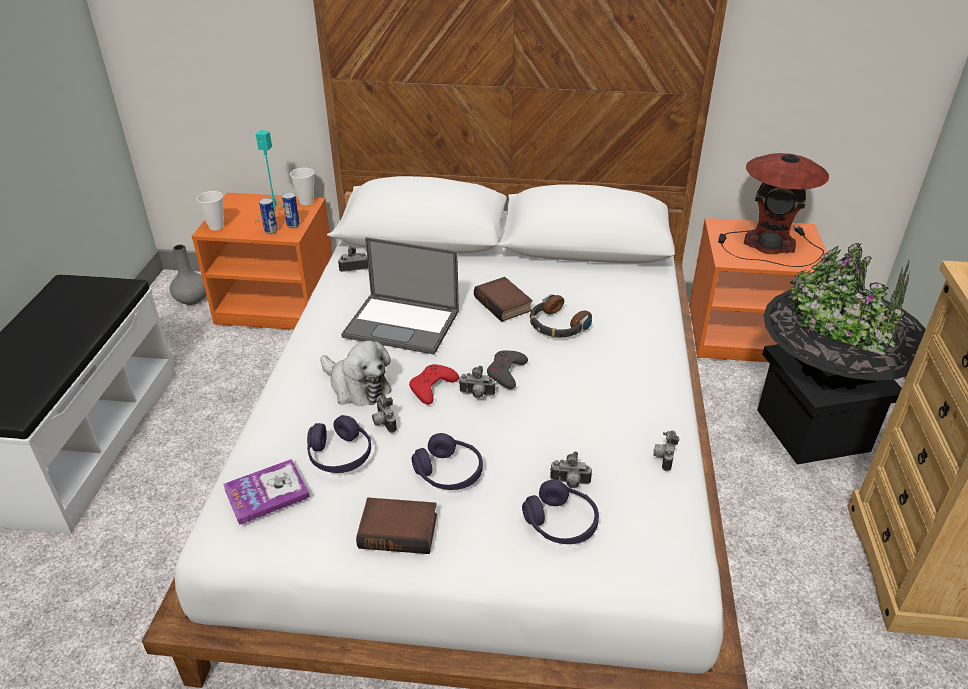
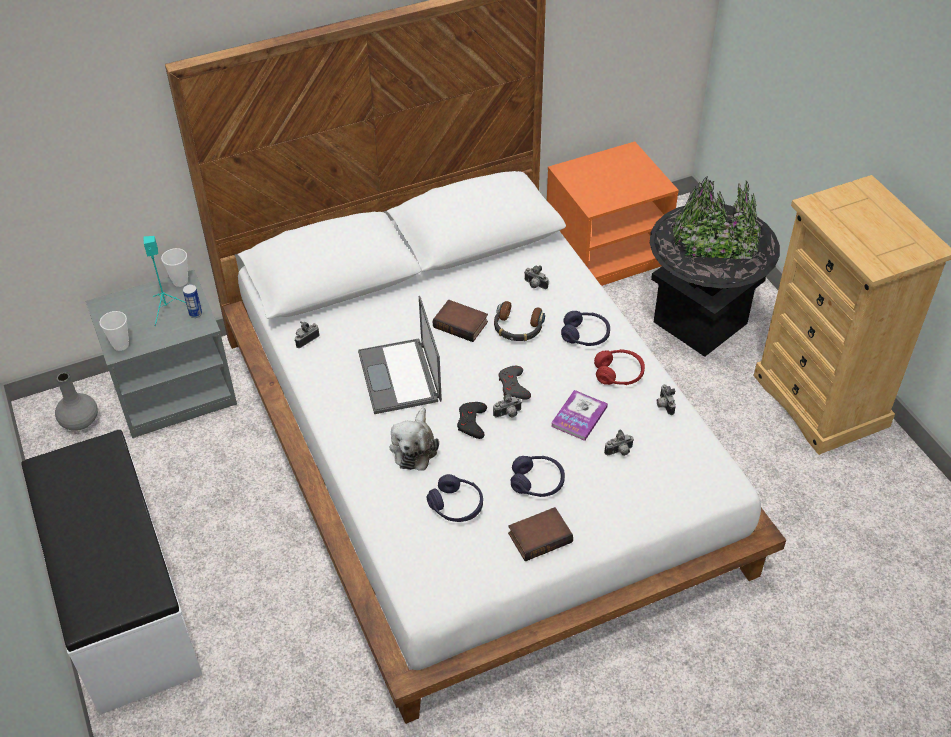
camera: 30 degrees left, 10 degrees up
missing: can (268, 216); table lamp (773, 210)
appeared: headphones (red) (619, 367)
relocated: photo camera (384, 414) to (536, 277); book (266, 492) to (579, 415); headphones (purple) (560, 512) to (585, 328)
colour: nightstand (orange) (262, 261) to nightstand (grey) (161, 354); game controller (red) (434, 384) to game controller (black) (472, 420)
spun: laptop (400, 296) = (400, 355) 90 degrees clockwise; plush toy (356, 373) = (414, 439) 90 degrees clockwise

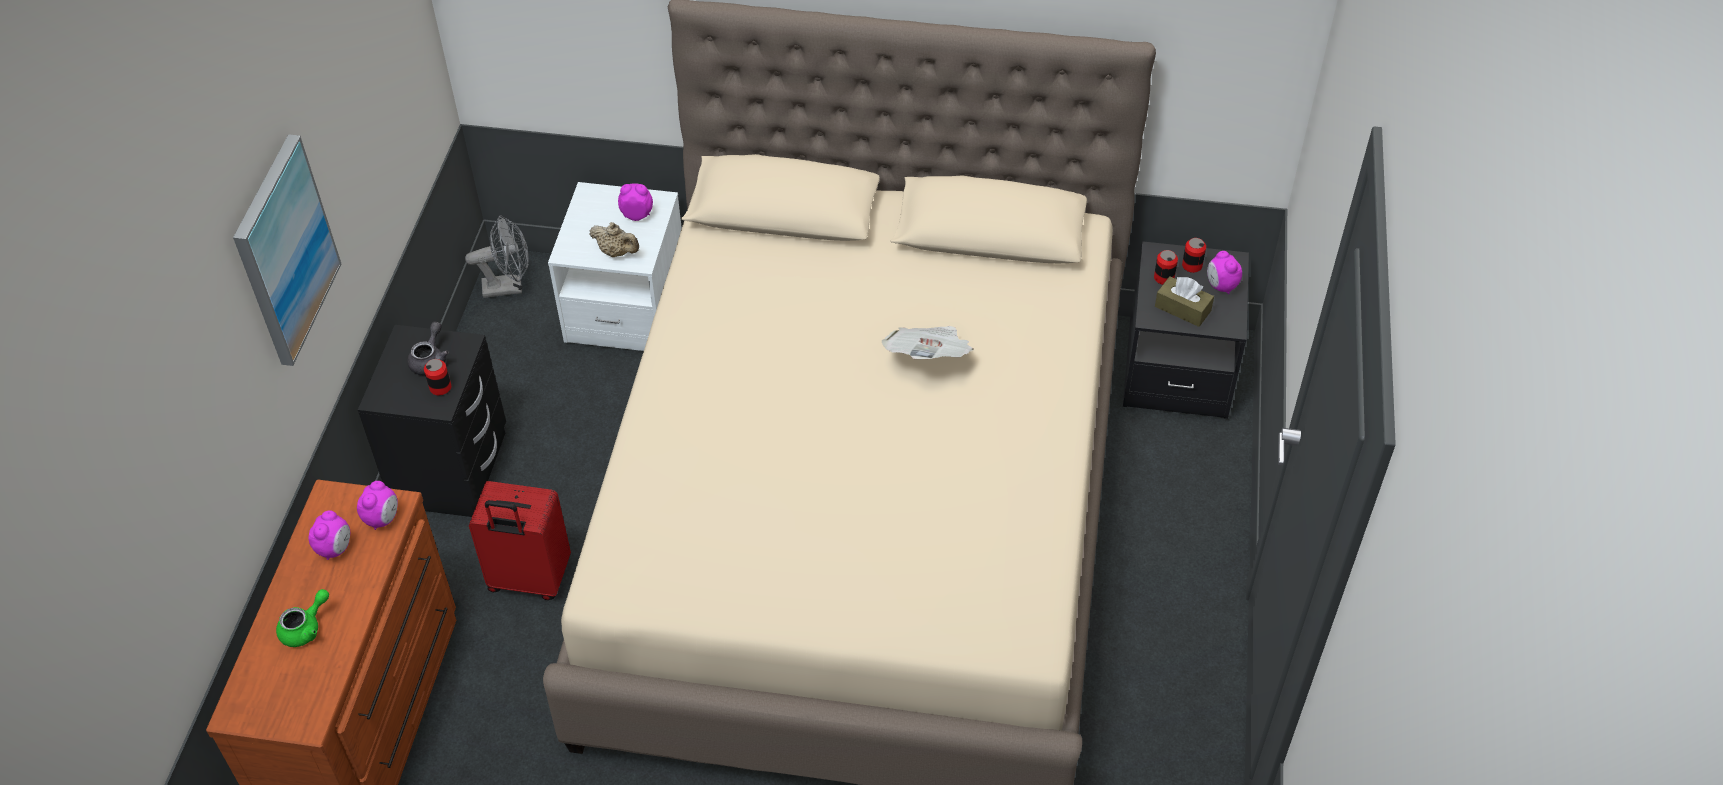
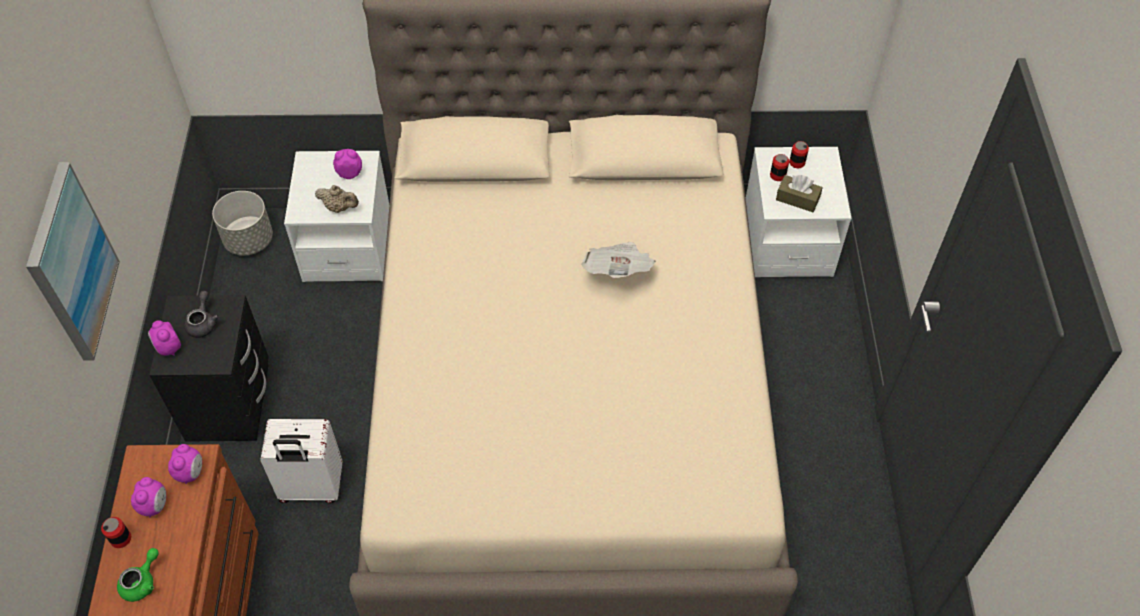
camera: 10 degrees left, 5 degrees up
relocated: can (437, 377) to (116, 532); alarm clock (1224, 272) to (164, 338)
exchanged: fan (grey) (497, 256) to planter (grey) (242, 223)
colour: suitcase (red) (520, 540) to suitcase (white) (301, 461); nightstand (black) (1186, 330) to nightstand (white) (798, 212)

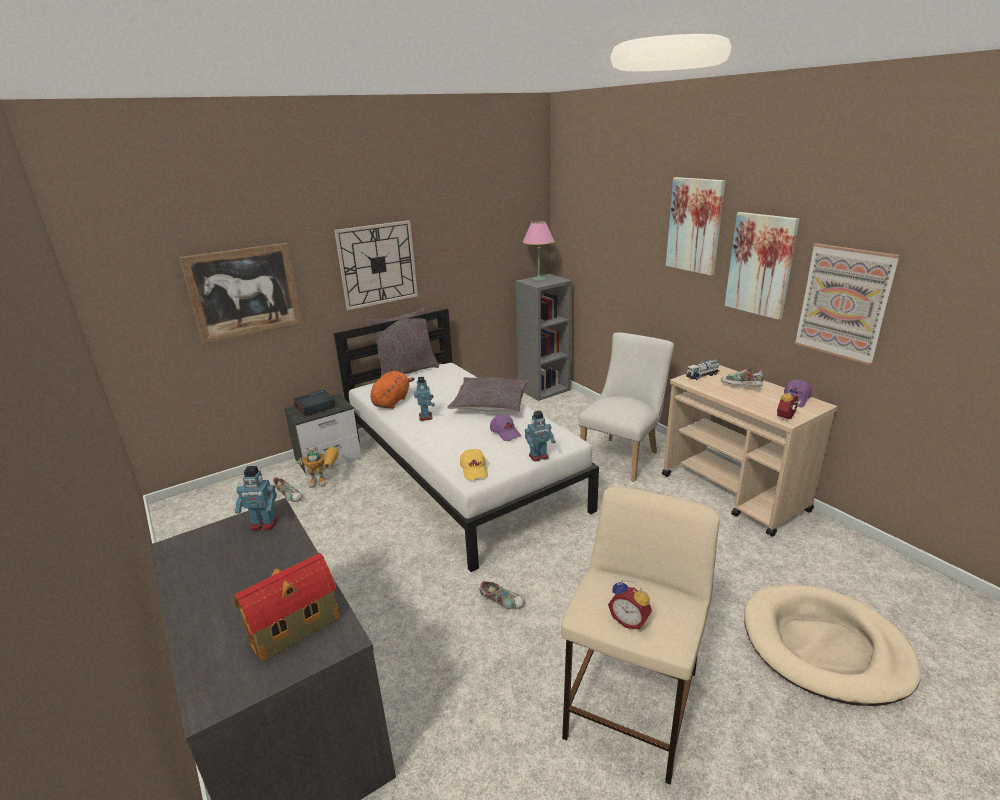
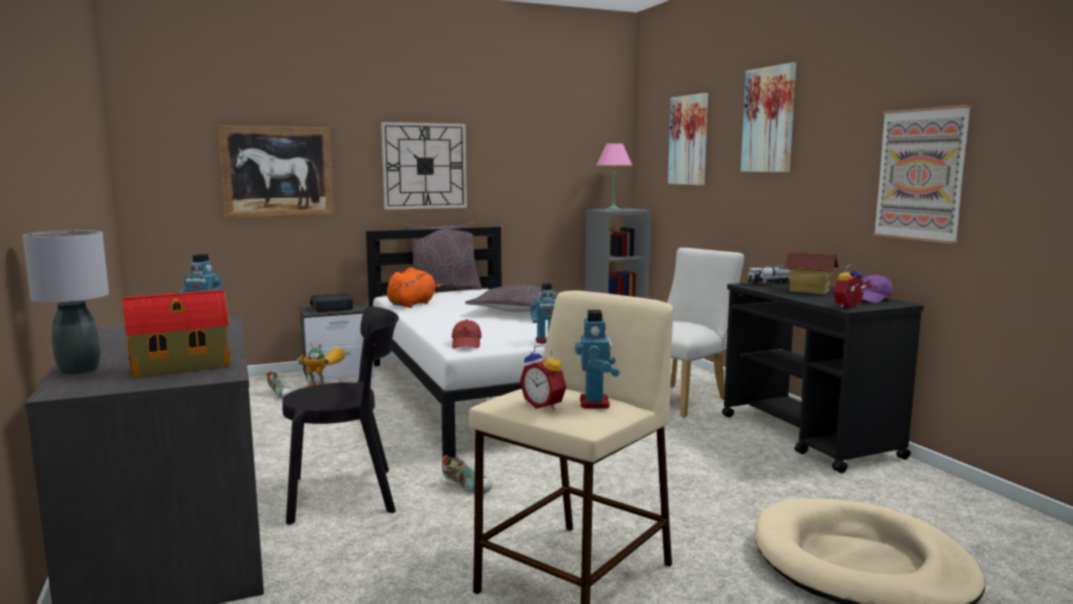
camera: 10 degrees right, 15 degrees down
missing: cap (purple) (505, 427)
appeared: table lamp (grey) (65, 302); chair (black) (340, 415)
relocated: toy robot (424, 399) to (597, 359); picture (762, 266) to (688, 139)
exchanged: shoe (742, 377) to toy house (811, 273)
colour: cap (yellow) (474, 464) to cap (red) (467, 334); cart (beige) (749, 451) to cart (black) (823, 377)

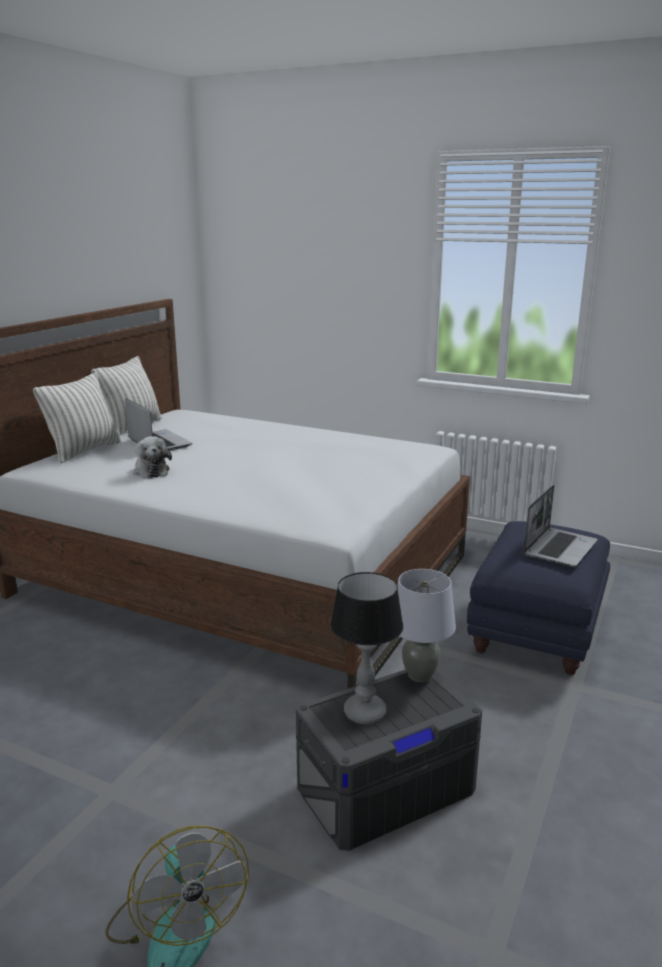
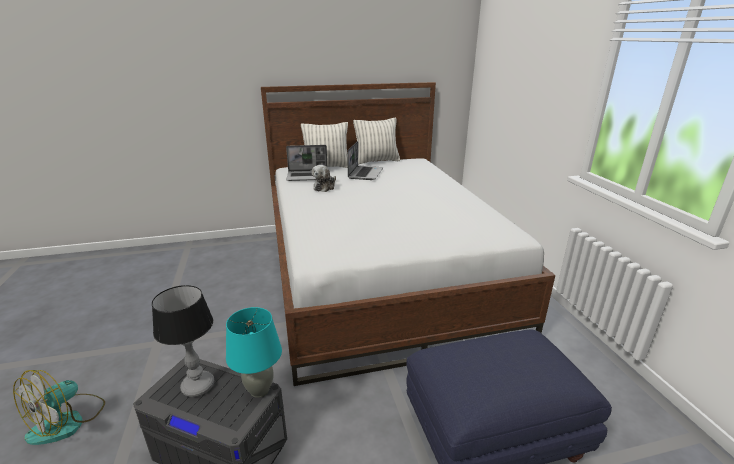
camera: 50 degrees right, 5 degrees up
relocated: laptop (561, 526) to (306, 163)
colour: table lamp (grey) (426, 625) to table lamp (turquoise) (254, 352)

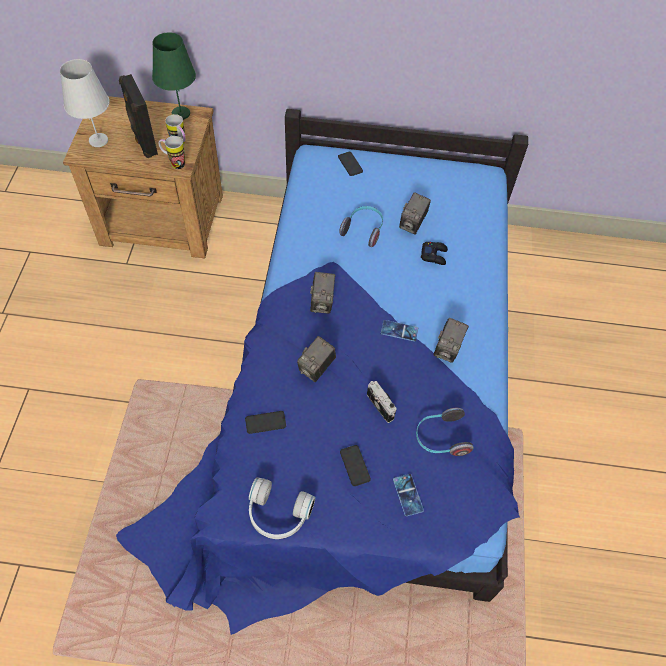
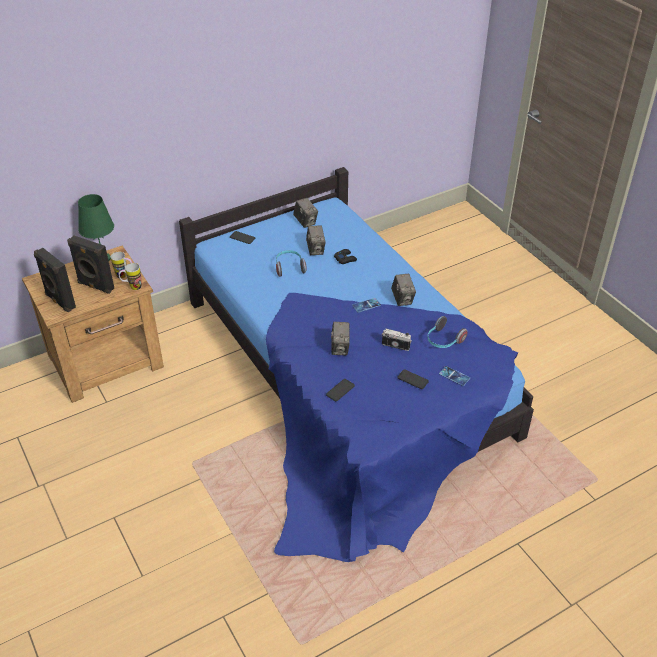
camera: 35 degrees left, 15 degrees down
missing: headphones (white) (282, 508)
relocated: photo camera (322, 293) to (305, 213)
exchanged: table lamp (white) (85, 103) to speaker (black) (55, 280)

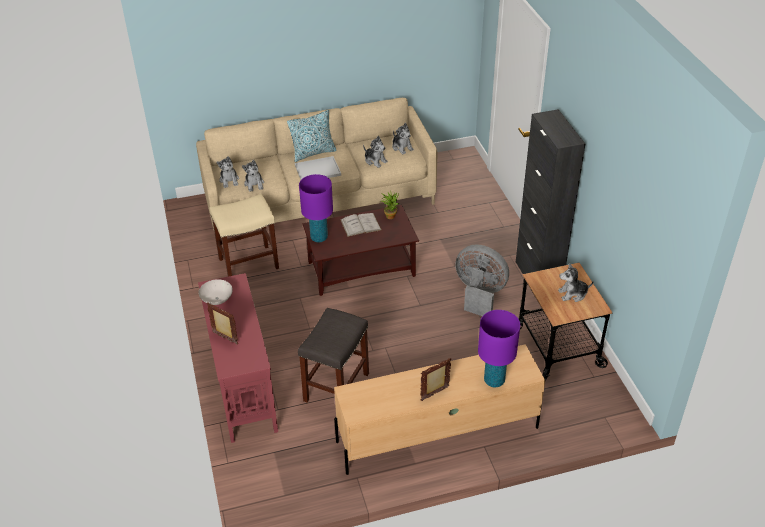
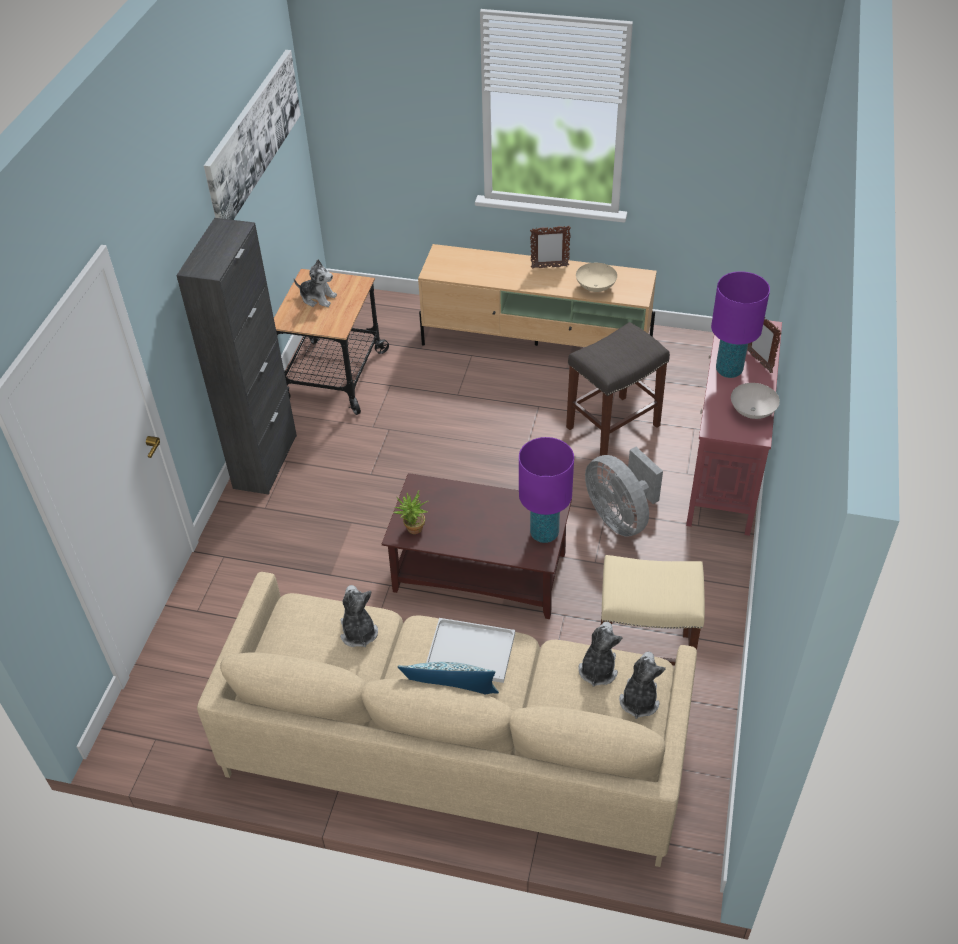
camera: 150 degrees left, 5 degrees up
missing: book (white) (361, 225); plush toy (403, 138)
appeared: picture (252, 135); bowl (beige) (596, 277)
relocated: fan (grey) (482, 280) to (624, 492); table lamp (purple) (499, 348) to (740, 324)

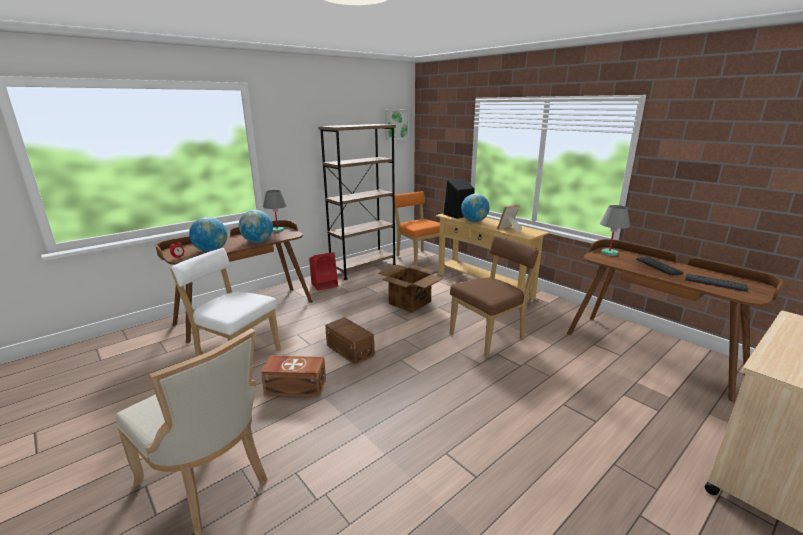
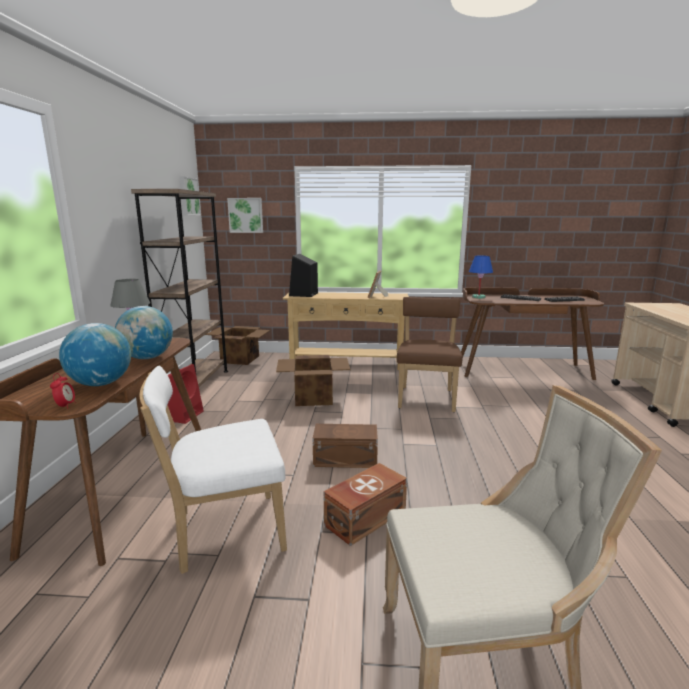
camera: 45 degrees left, 5 degrees down
missing: globe (475, 208)
appeared: picture (245, 215)
exchanged: chair (orange) (417, 228) to cardboard box (237, 345)
colour: table lamp (grey) (615, 230) to table lamp (blue) (481, 277)

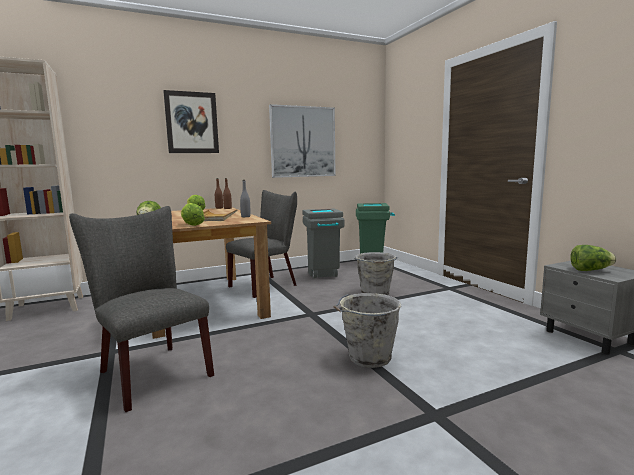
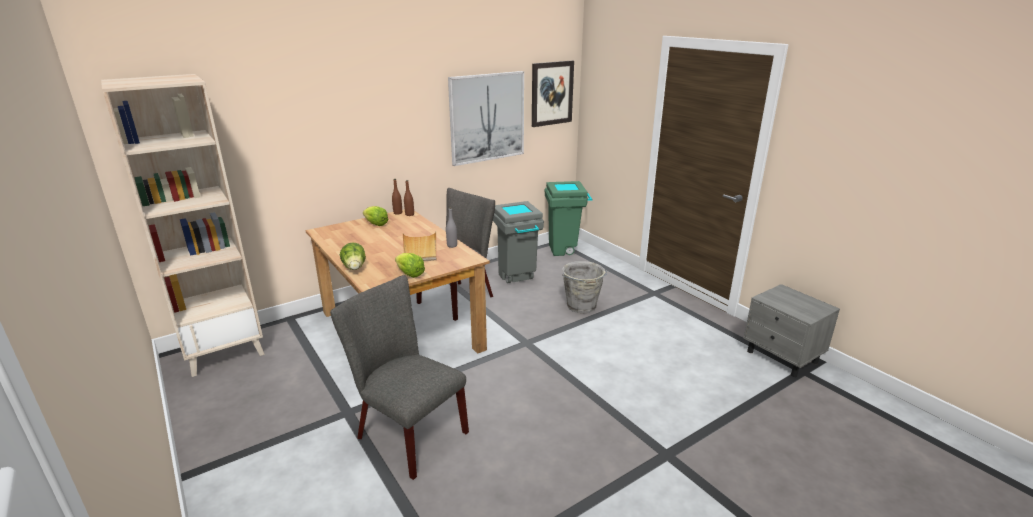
camera: 10 degrees left, 15 degrees up
missing: bucket (grey) (368, 330); lettuce (593, 258)
relocated: picture (191, 121) to (553, 93)

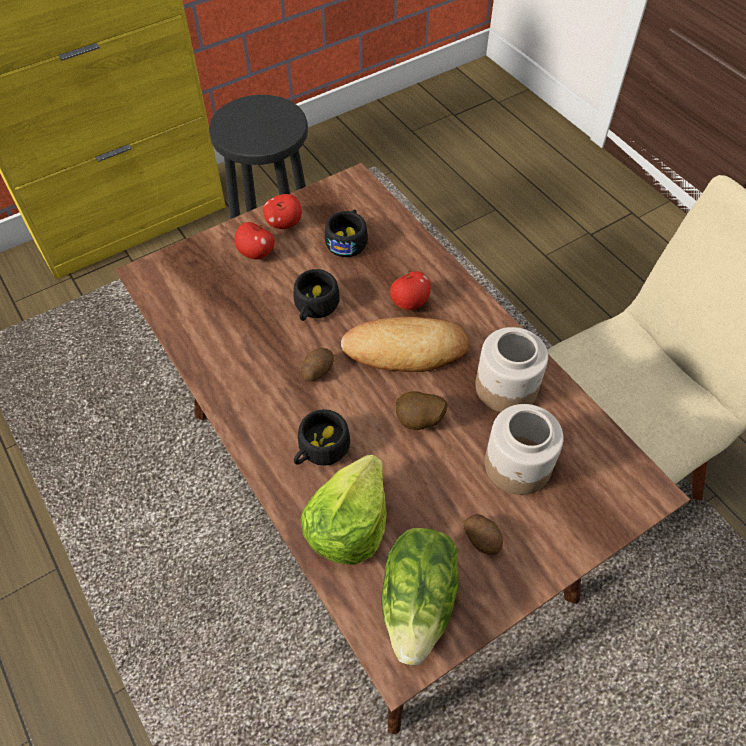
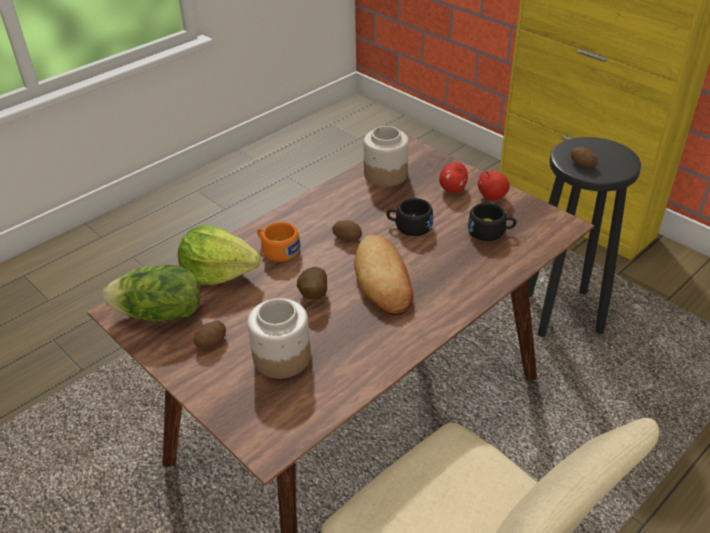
camera: 80 degrees right, 15 degrees down
missing: apple (410, 289)
appeared: potato (584, 157)
relocated: jar (511, 369) to (386, 156)
colour: cup (black) (322, 437) to cup (orange) (278, 242)

